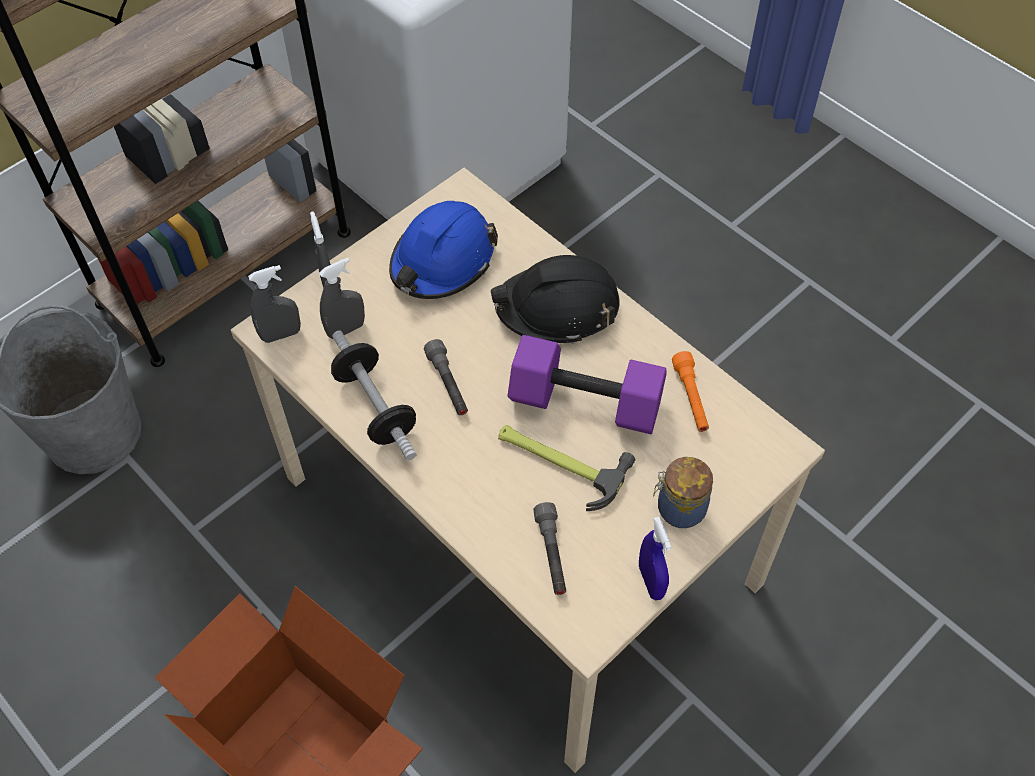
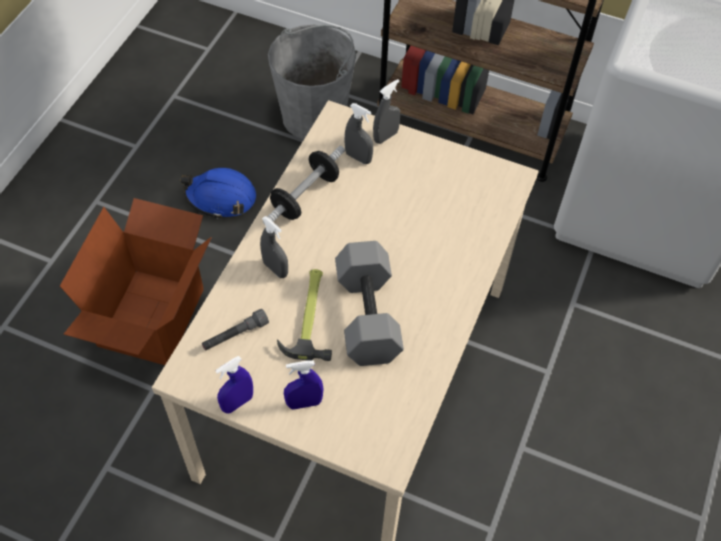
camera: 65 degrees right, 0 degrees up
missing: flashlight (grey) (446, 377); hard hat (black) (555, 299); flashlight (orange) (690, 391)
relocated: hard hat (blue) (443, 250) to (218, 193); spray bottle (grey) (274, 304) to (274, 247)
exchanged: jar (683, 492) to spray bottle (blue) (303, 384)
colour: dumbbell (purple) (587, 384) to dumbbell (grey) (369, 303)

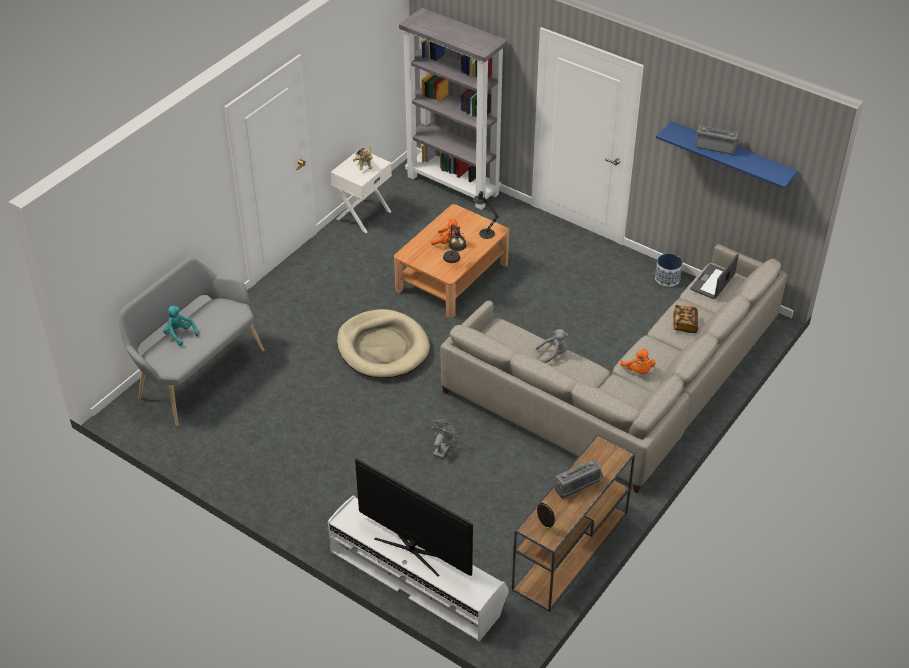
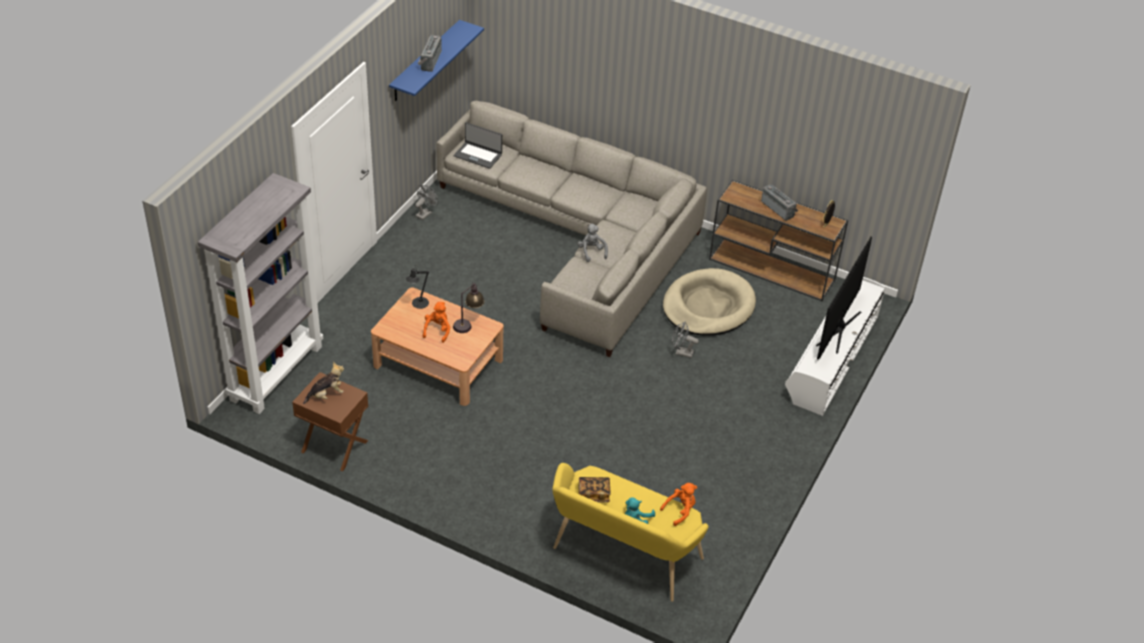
camera: 100 degrees left, 0 degrees up
relocated: book (685, 319) to (594, 490); plush toy (orange) (637, 361) to (678, 504); dog bed (beige) (383, 343) to (709, 301)
exchanged: planter (669, 270) to fan (grey) (426, 202)
colour: nightstand (white) (361, 192) to nightstand (brown) (330, 421); bench (grey) (191, 341) to bench (yellow) (630, 532)

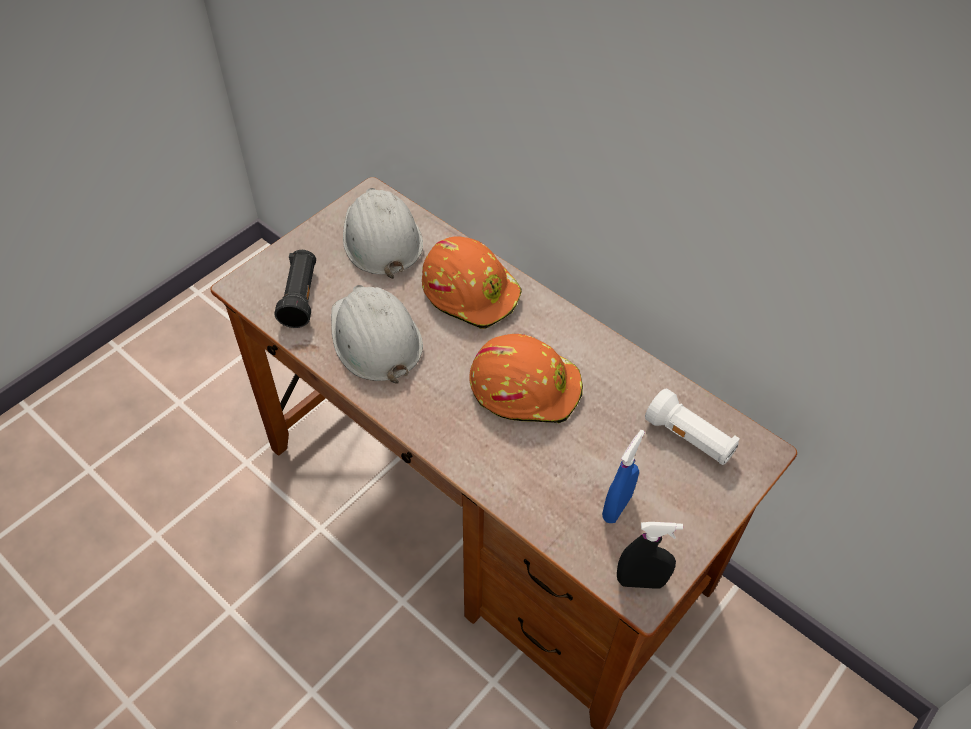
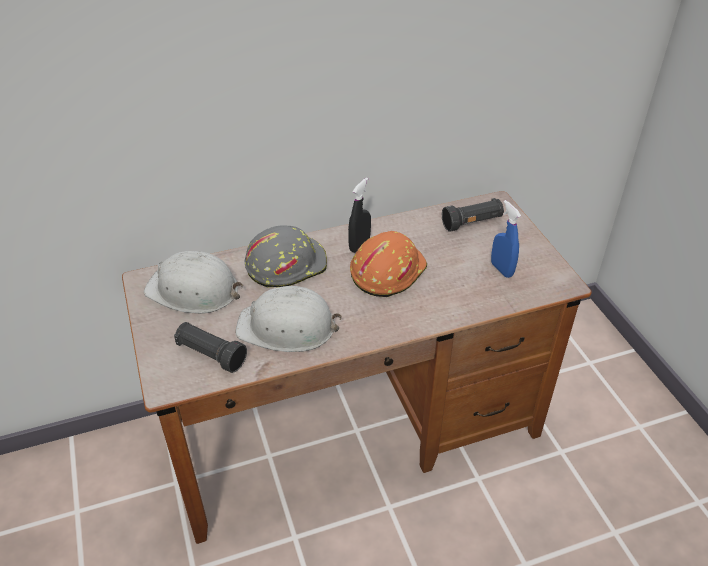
camera: 60 degrees left, 10 degrees down
relocated: spray bottle (black) (650, 555) to (359, 215)
colour: hard hat (orange) (472, 282) to hard hat (grey) (286, 256); flashlight (white) (692, 427) to flashlight (black) (473, 215)

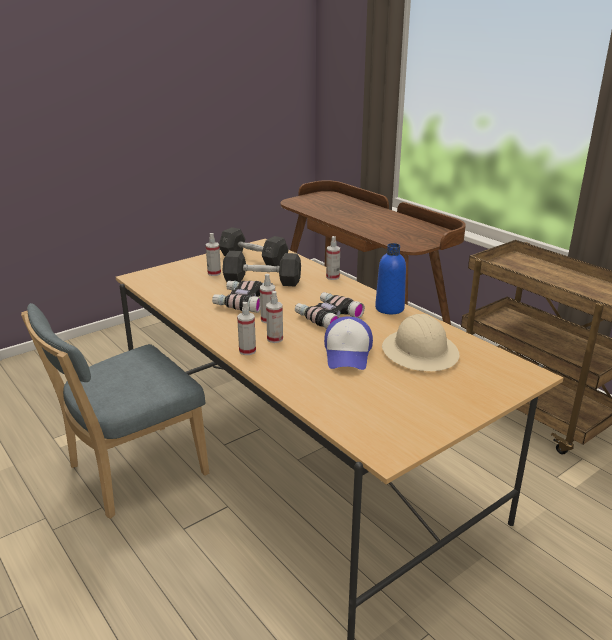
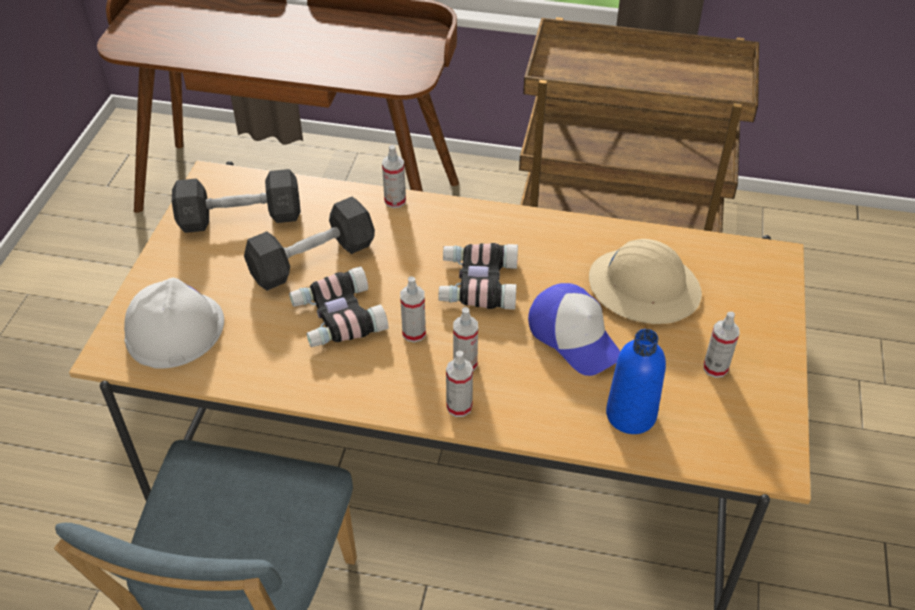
camera: 40 degrees left, 20 degrees up
appeared: hard hat (white) (174, 323)
relocated: bottle (blue) (390, 278) to (636, 381); spray bottle (213, 254) to (721, 345)

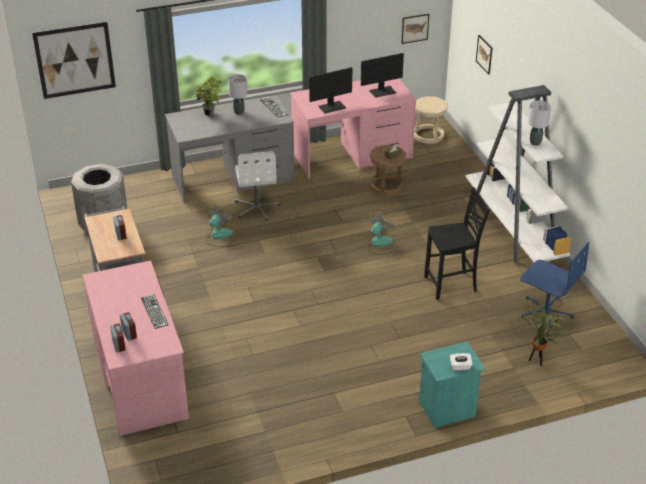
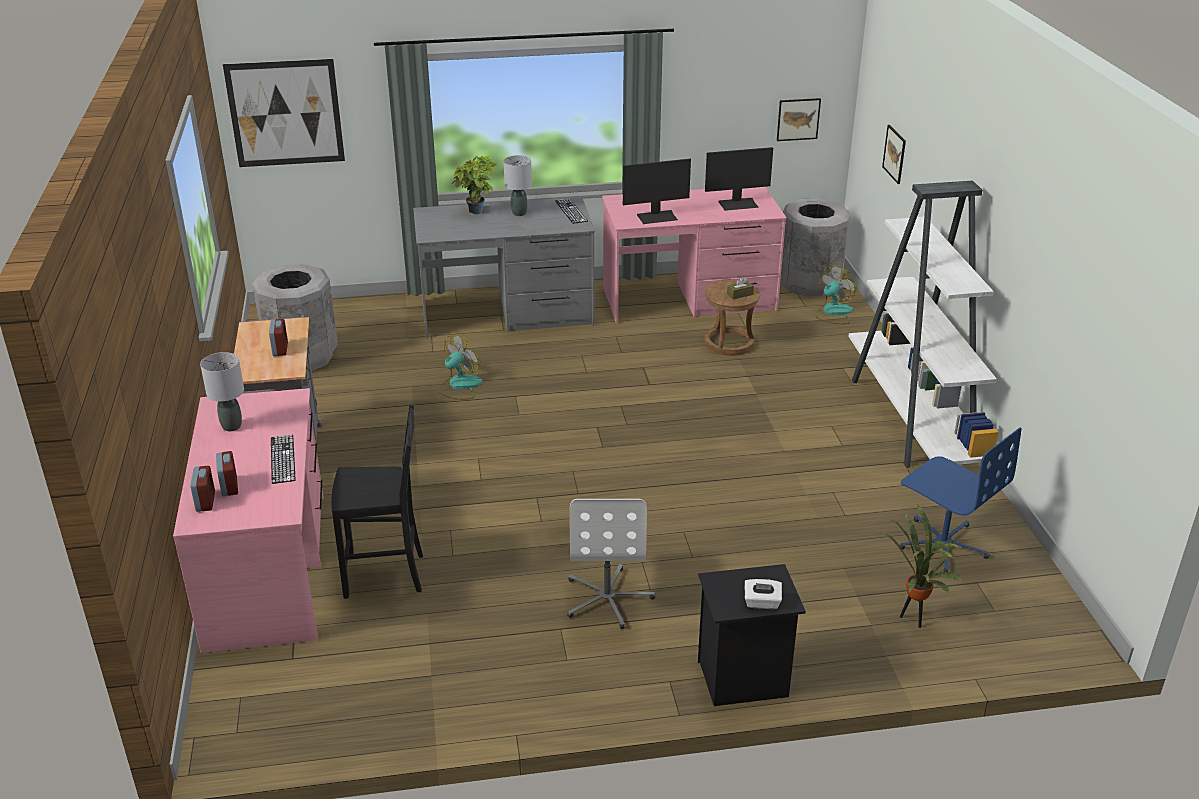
camera: 10 degrees right, 5 degrees down
relocated: table lamp (grey) (539, 123) to (222, 391); chair (black) (457, 243) to (377, 502); office chair (white) (258, 186) to (611, 564); fan (380, 233) to (835, 294)
exchanged: stool (beige) (431, 120) to trash can (grey) (815, 248)
colour: nightstand (turquoise) (452, 385) to nightstand (black) (752, 635)

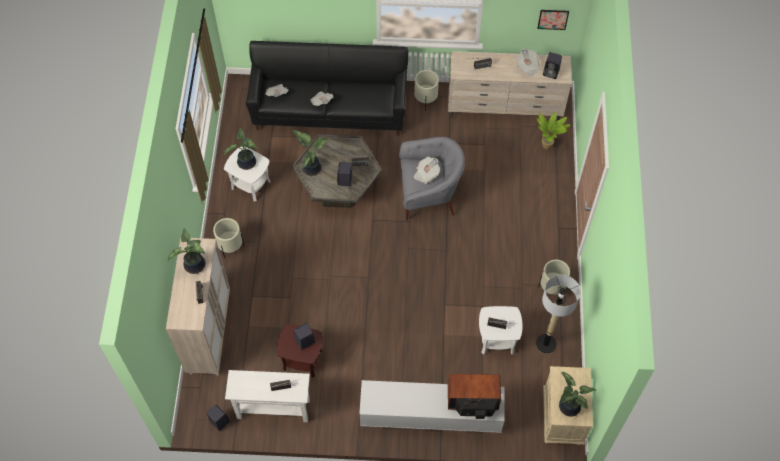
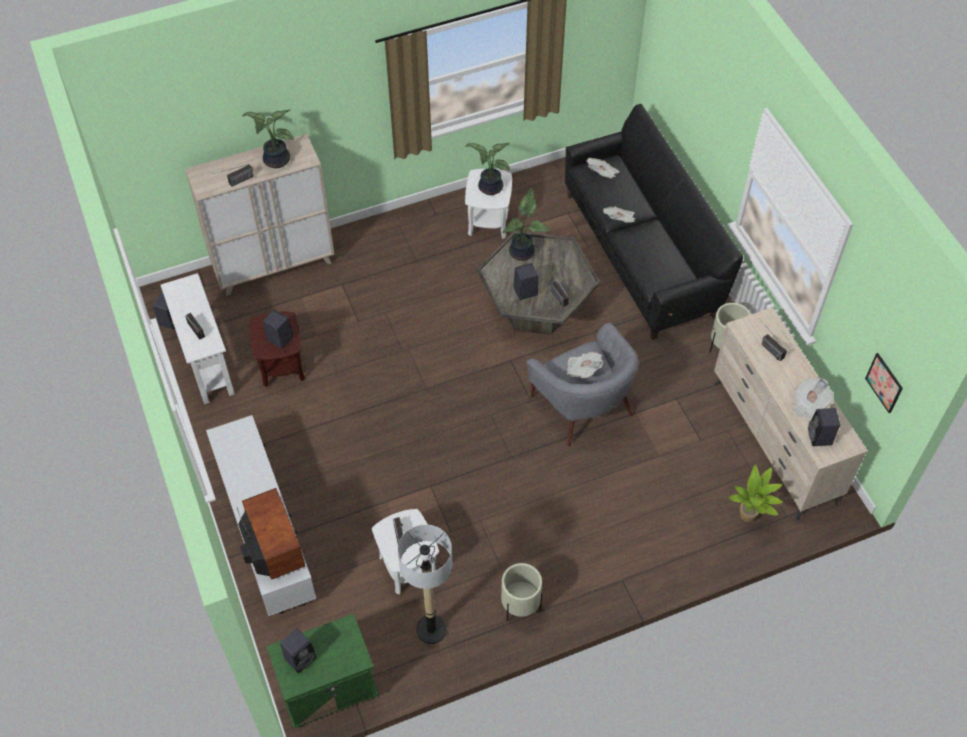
camera: 65 degrees right, 5 degrees down
missing: planter (beige) (228, 238)
exchanged: potted plant (577, 394) to speaker (black) (298, 650)
colour: nightstand (beige) (568, 405) to nightstand (green) (322, 671)

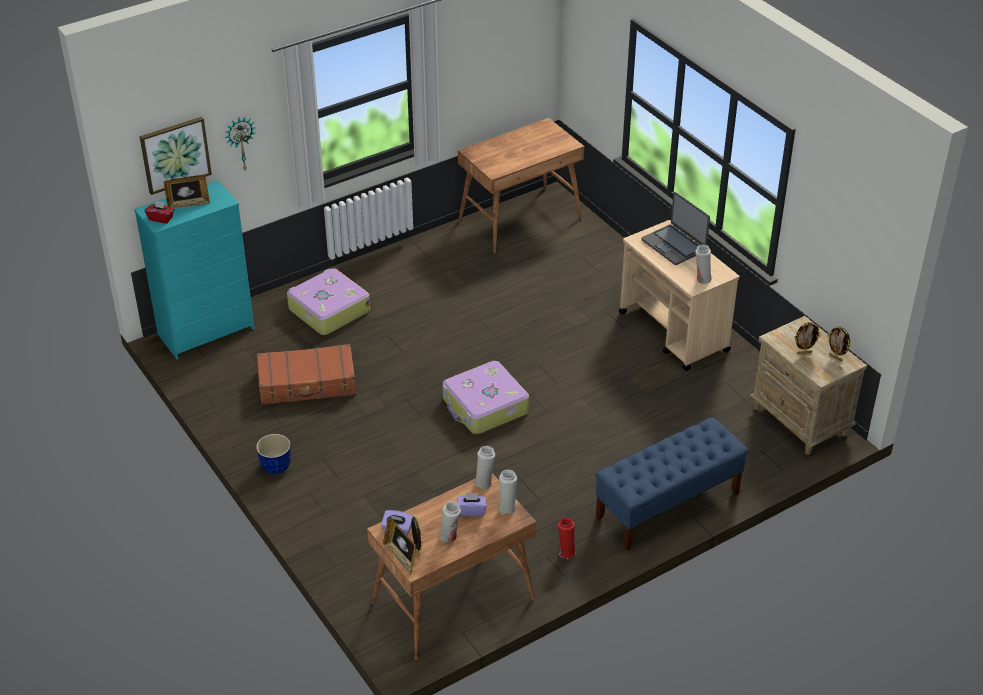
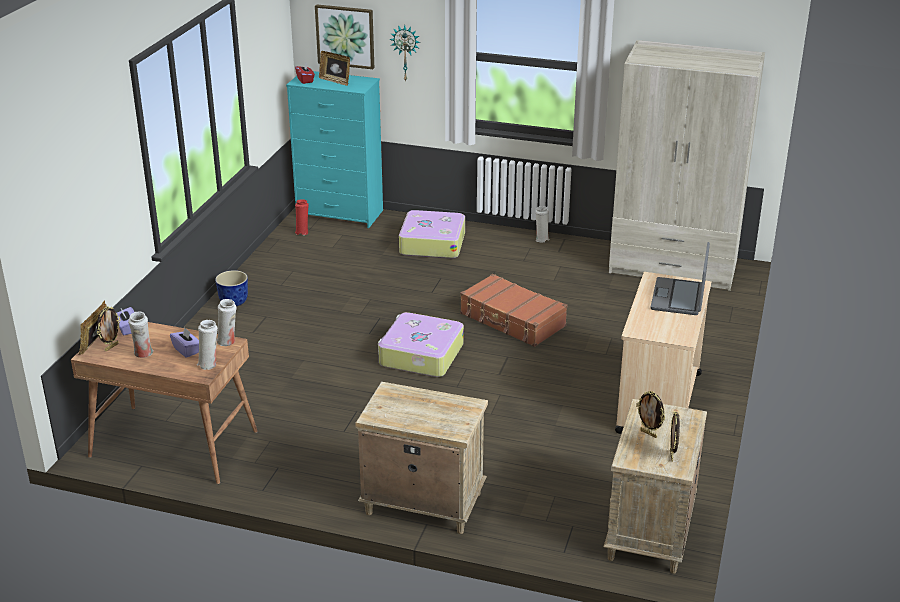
camera: 50 degrees right, 10 degrees down
relocated: vase (red) (567, 538) to (302, 217); suitcase (brown) (306, 374) to (513, 310); vase (white) (703, 264) to (542, 224)
exchanged: bench (blue) (672, 484) to nightstand (beige) (421, 458); desk (brown) (521, 185) to wardrobe (beige) (687, 165)

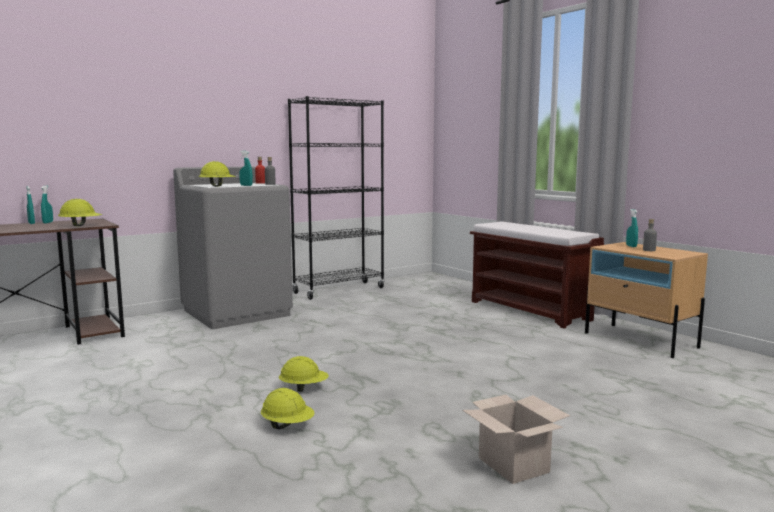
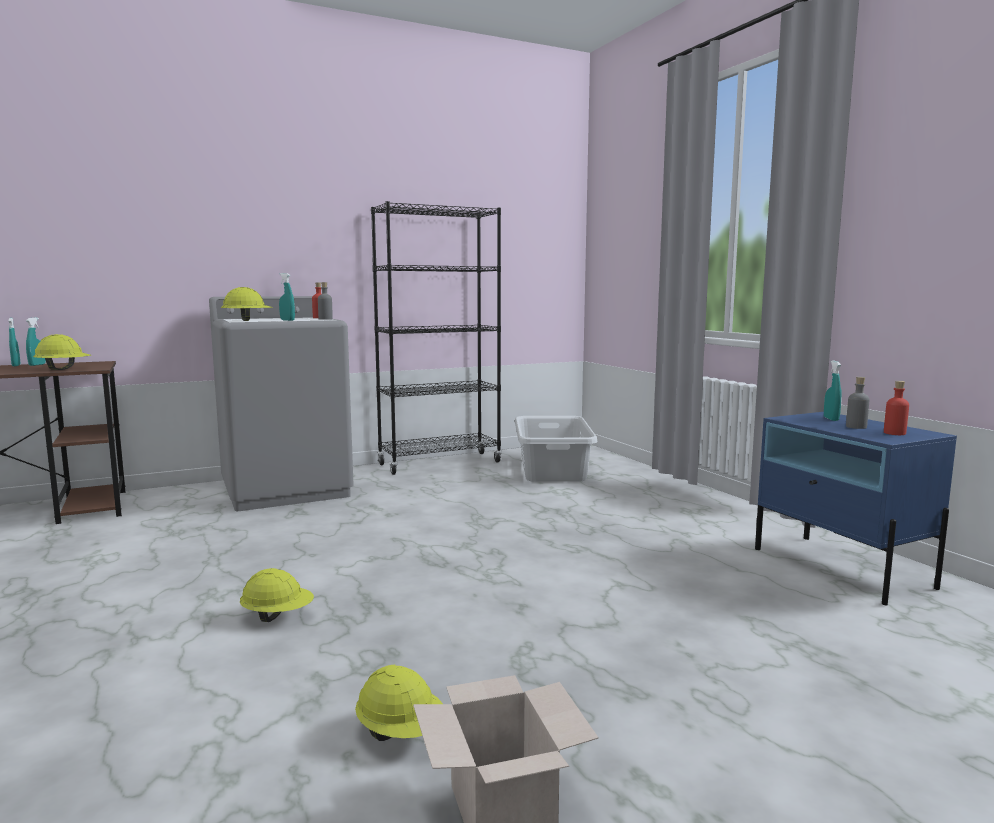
camera: 10 degrees right, 0 degrees up
missing: bench (brown) (537, 275)
appeared: laundry basket (grey) (556, 449); bottle (red) (896, 408)
relocated: hard hat (yellow) (288, 409) to (399, 703)
colour: nightstand (beige) (646, 300) to nightstand (blue) (856, 508)

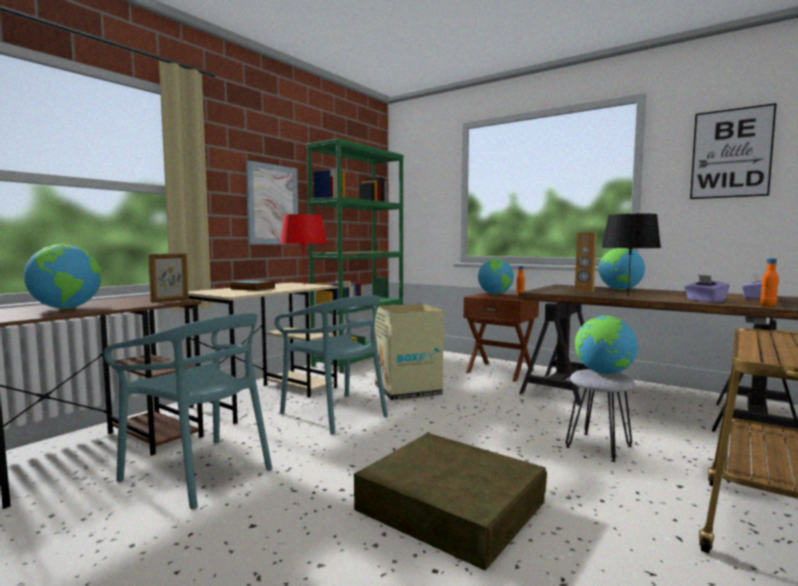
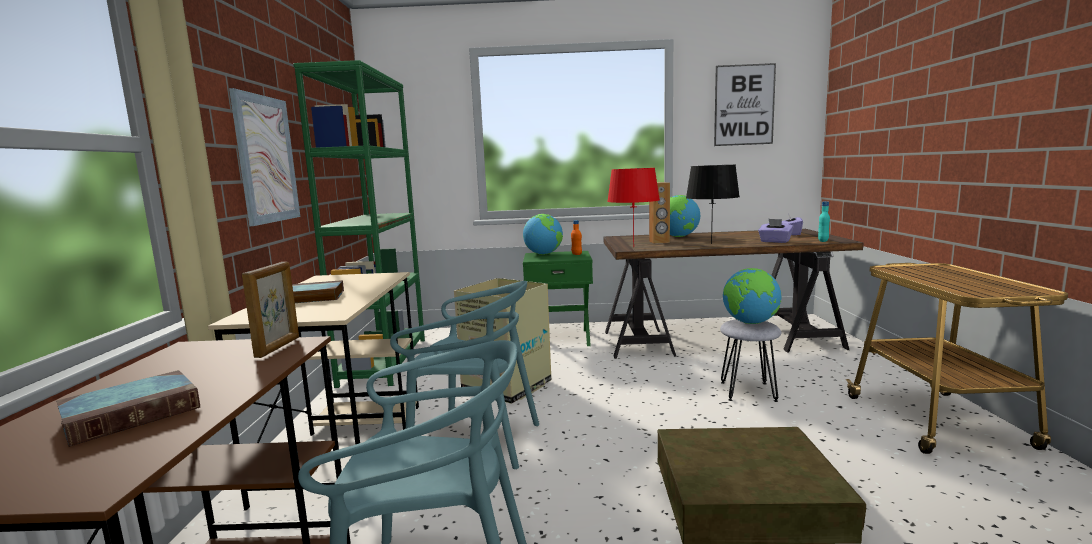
camera: 35 degrees left, 5 degrees up
relocated: table lamp (red) (303, 249) to (633, 207)
exchanged: globe (63, 276) to book (128, 408)
colour: nightstand (brown) (501, 337) to nightstand (green) (558, 298); bottle (orange) (769, 282) to bottle (turquoise) (824, 221)

